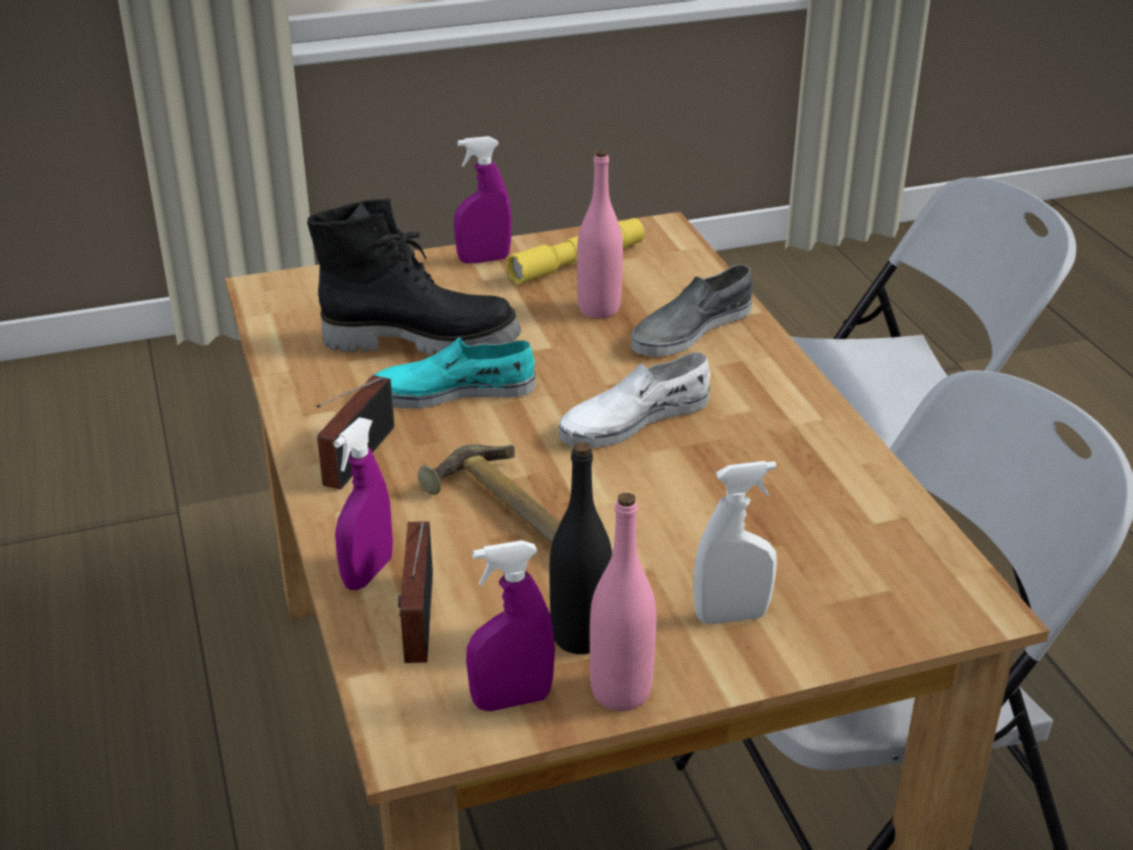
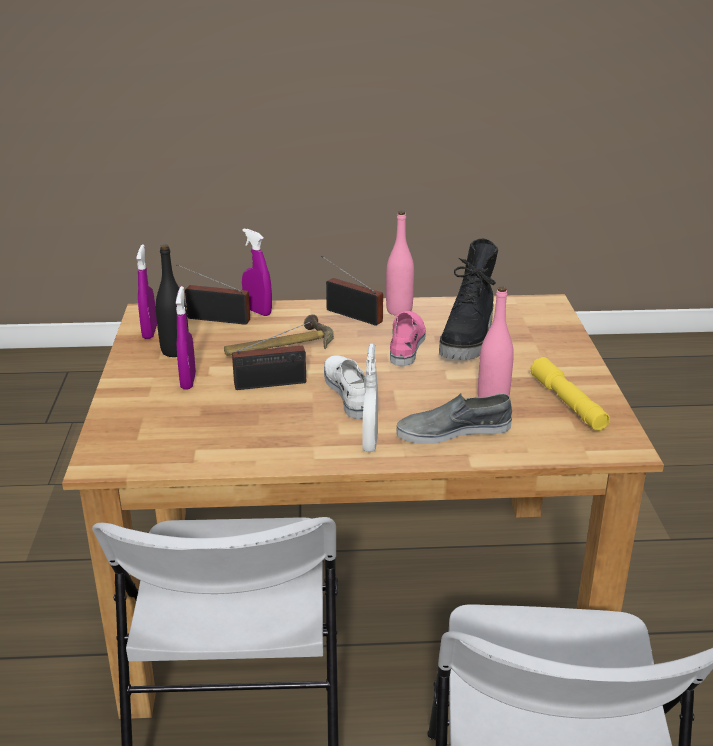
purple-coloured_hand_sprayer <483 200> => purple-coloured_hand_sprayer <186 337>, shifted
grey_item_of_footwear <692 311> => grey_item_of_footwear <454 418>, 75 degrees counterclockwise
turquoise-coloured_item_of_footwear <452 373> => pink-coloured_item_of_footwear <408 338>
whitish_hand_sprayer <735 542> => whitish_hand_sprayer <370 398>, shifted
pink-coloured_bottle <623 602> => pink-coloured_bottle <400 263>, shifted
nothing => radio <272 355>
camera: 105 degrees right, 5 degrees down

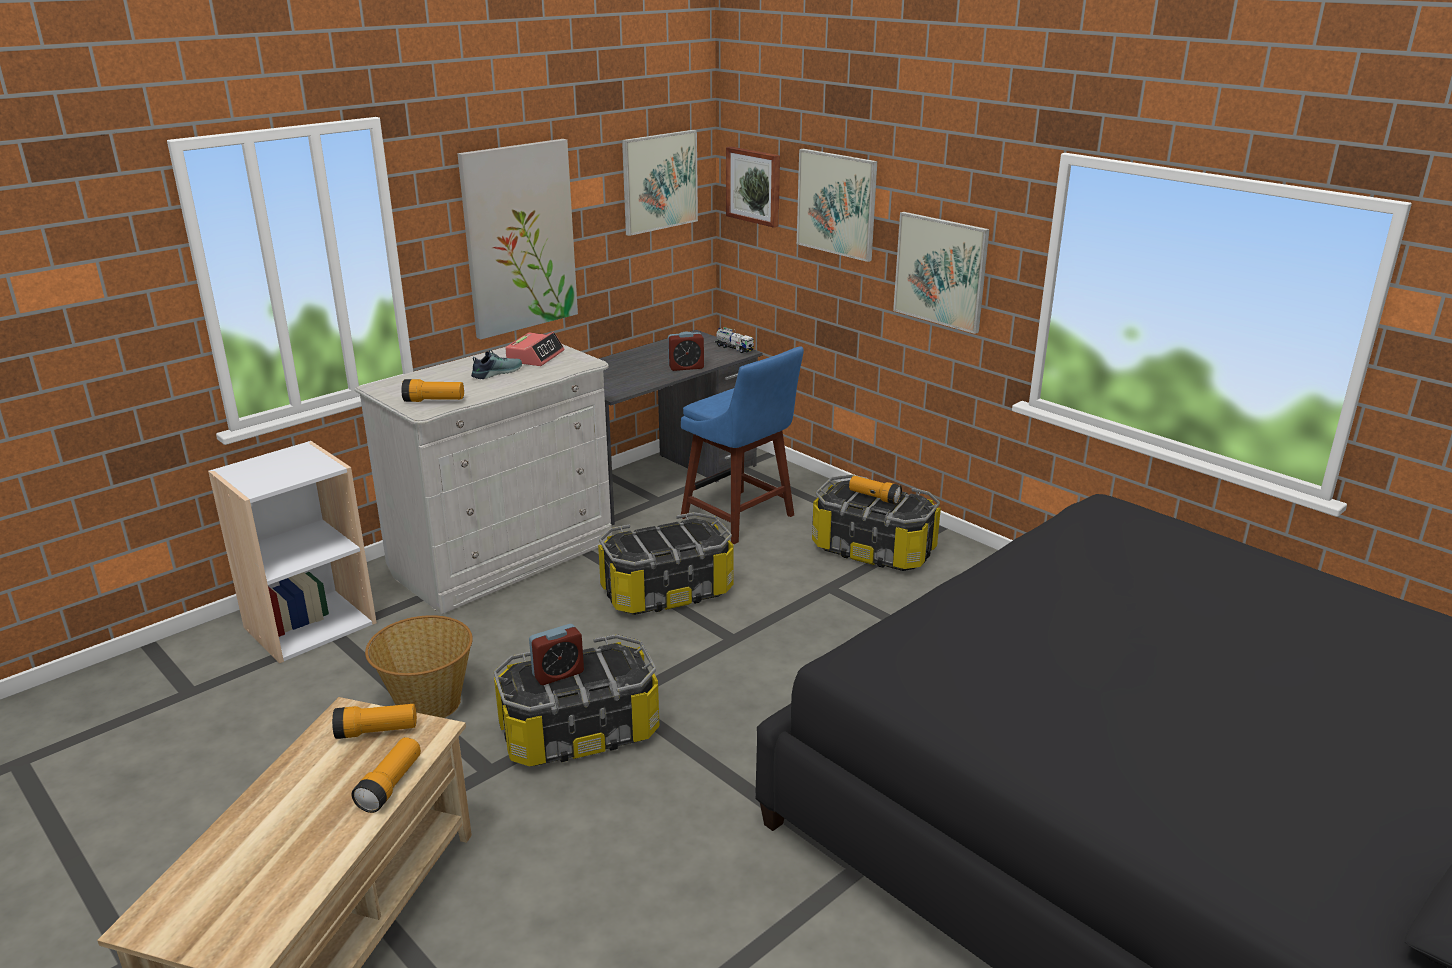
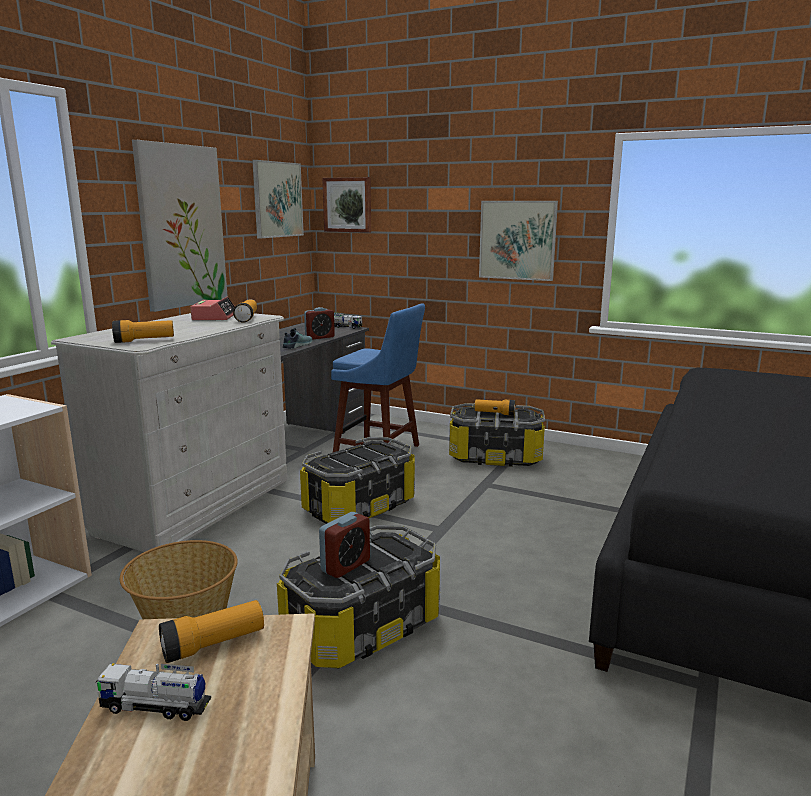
picture <837 205> => nothing
item_of_footwear <496 364> => item_of_footwear <298 338>, shifted
hand_torch <386 775> => hand_torch <245 311>, shifted
nothing => toy_truck <153 692>
camera: 20 degrees left, 10 degrees down

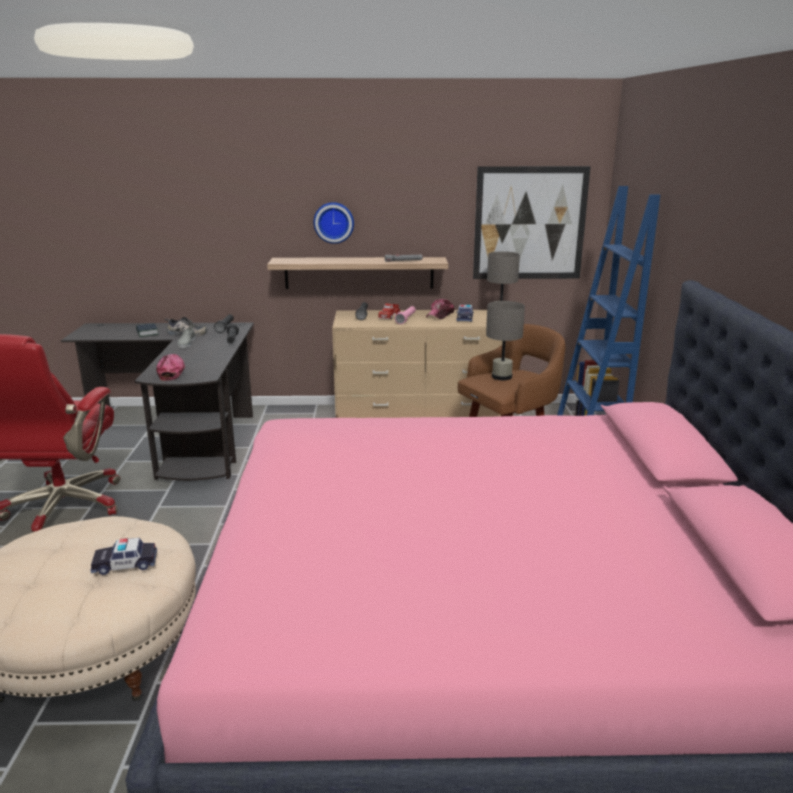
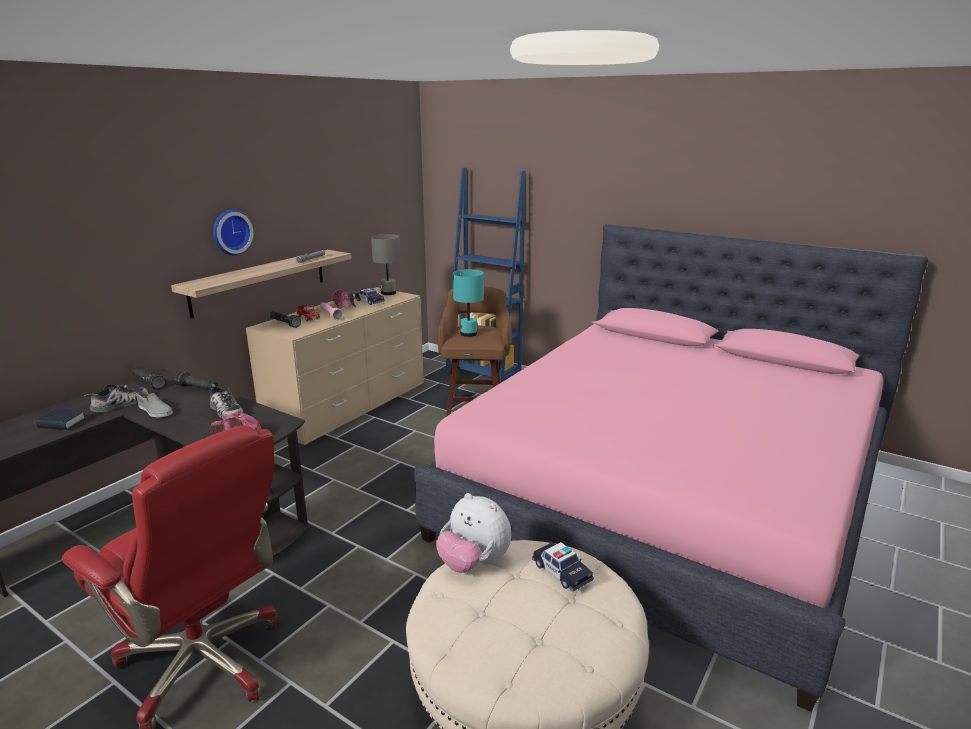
picture <532 222> => nothing
grey_tabletop_lamp <505 340> => turquoise-coloured_tabletop_lamp <468 303>
model_car <123 556> => model_car <563 567>, 60 degrees counterclockwise
nothing => item_of_footwear <227 401>
nothing => soft_toy <473 533>
camera: 55 degrees left, 0 degrees up

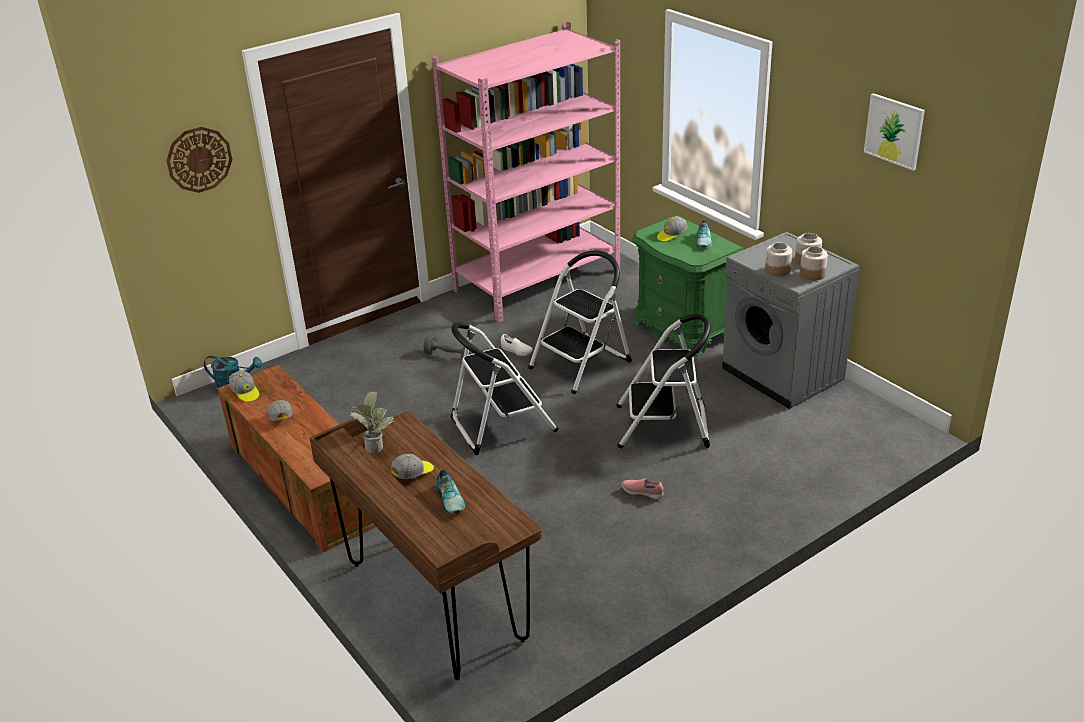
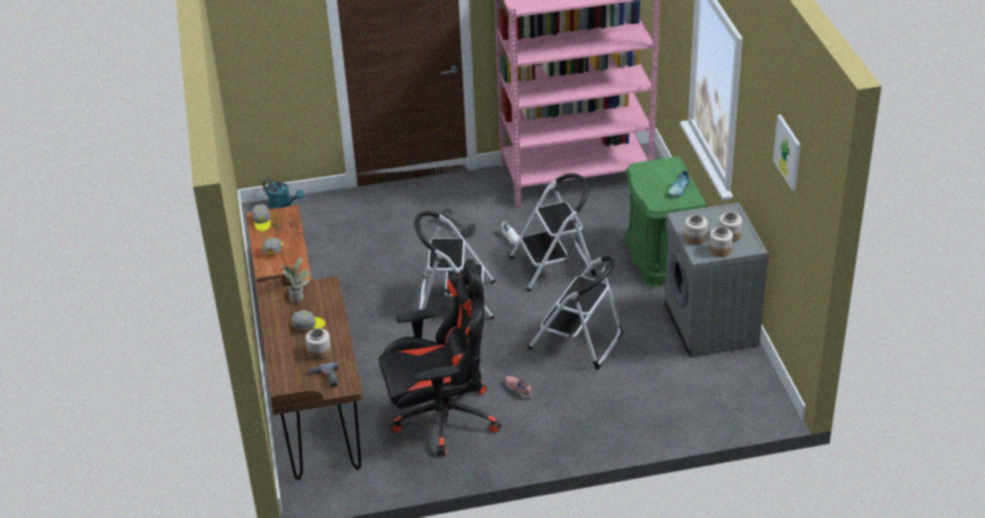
wall_clock <199 160> => nothing
cap <672 229> => nothing
item_of_footwear <450 492> => storage_jar <319 344>
nothing => black_office_chair <440 357>
nothing => drill <324 375>
camera: 25 degrees right, 5 degrees up

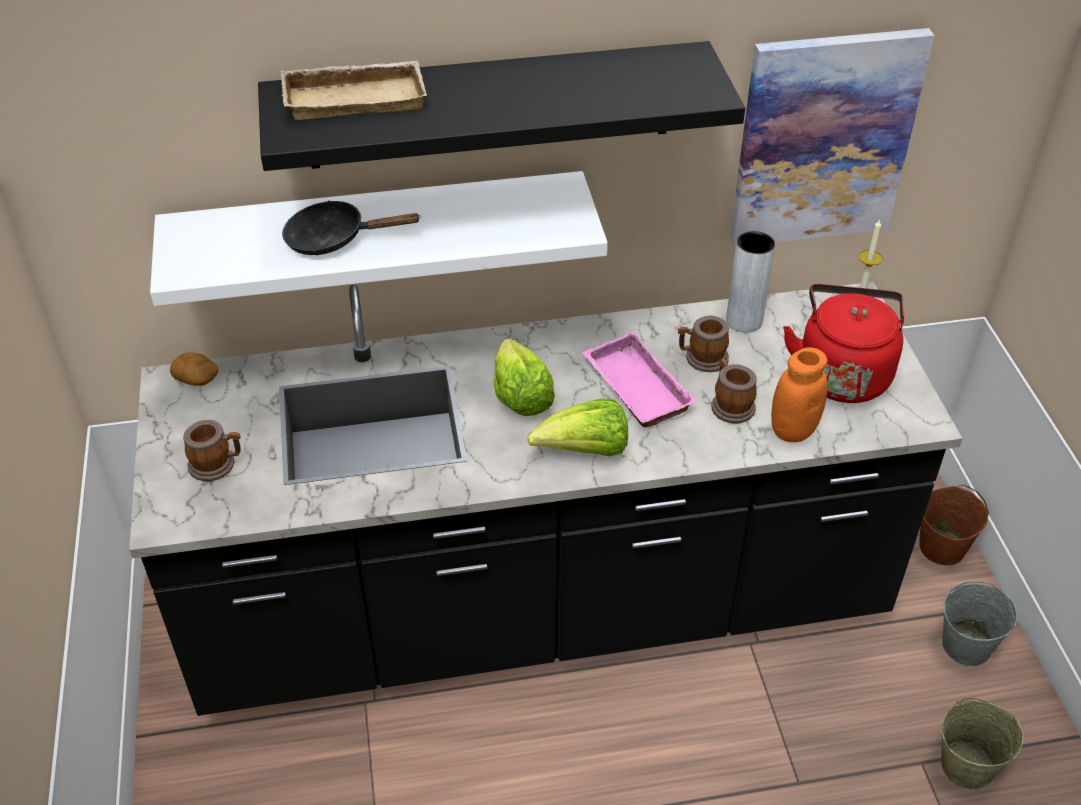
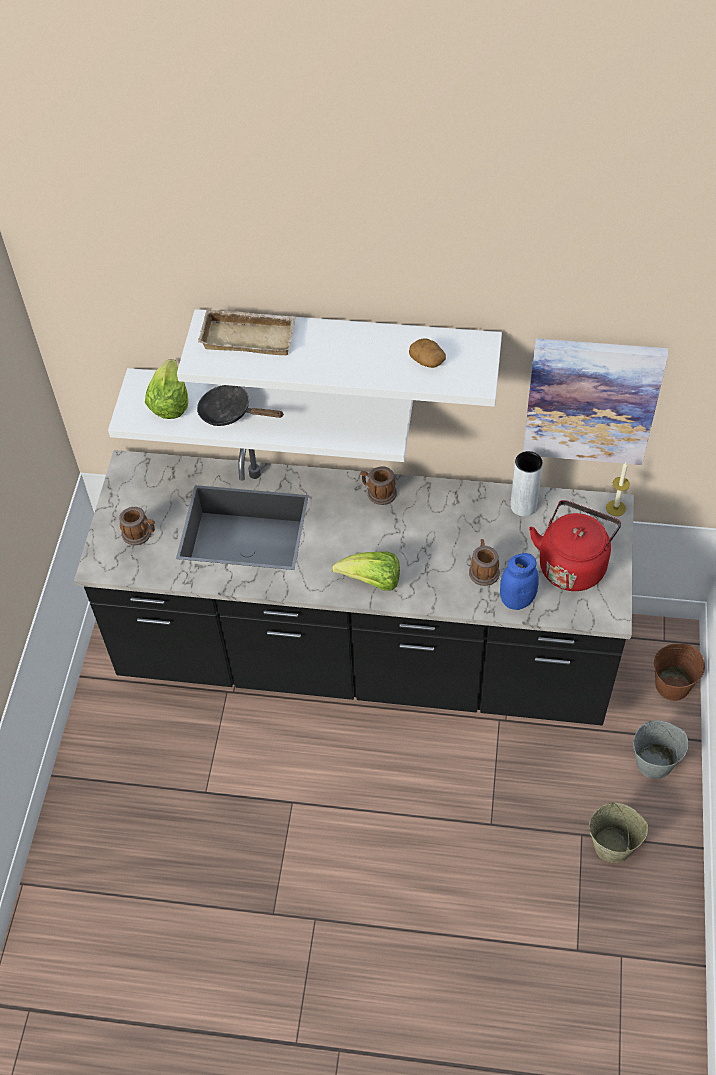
black_bracket_shelf <501 106> => whitish_bracket_shelf <339 358>
coffee_mug <703 344> => coffee_mug <378 485>, shifted
pink-coloured_tray <639 379> => nothing
lettuce_head <524 377> => lettuce_head <166 389>, shifted
orange_storage_jar <799 394> => blue-coloured_storage_jar <519 581>
whole_potato <194 369> => whole_potato <427 353>, shifted
camera: 20 degrees right, 10 degrees up

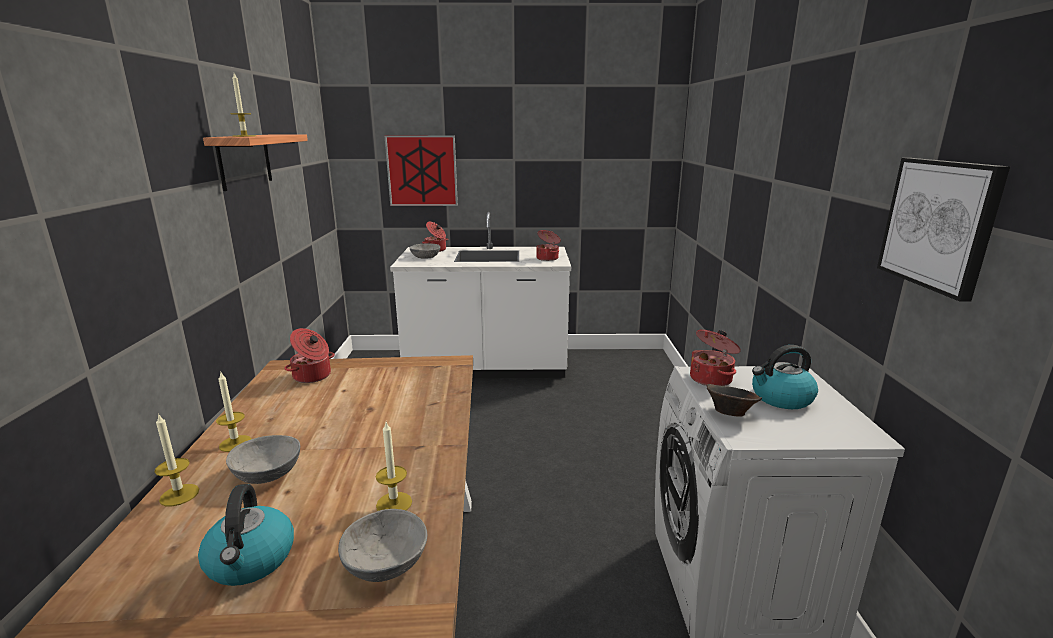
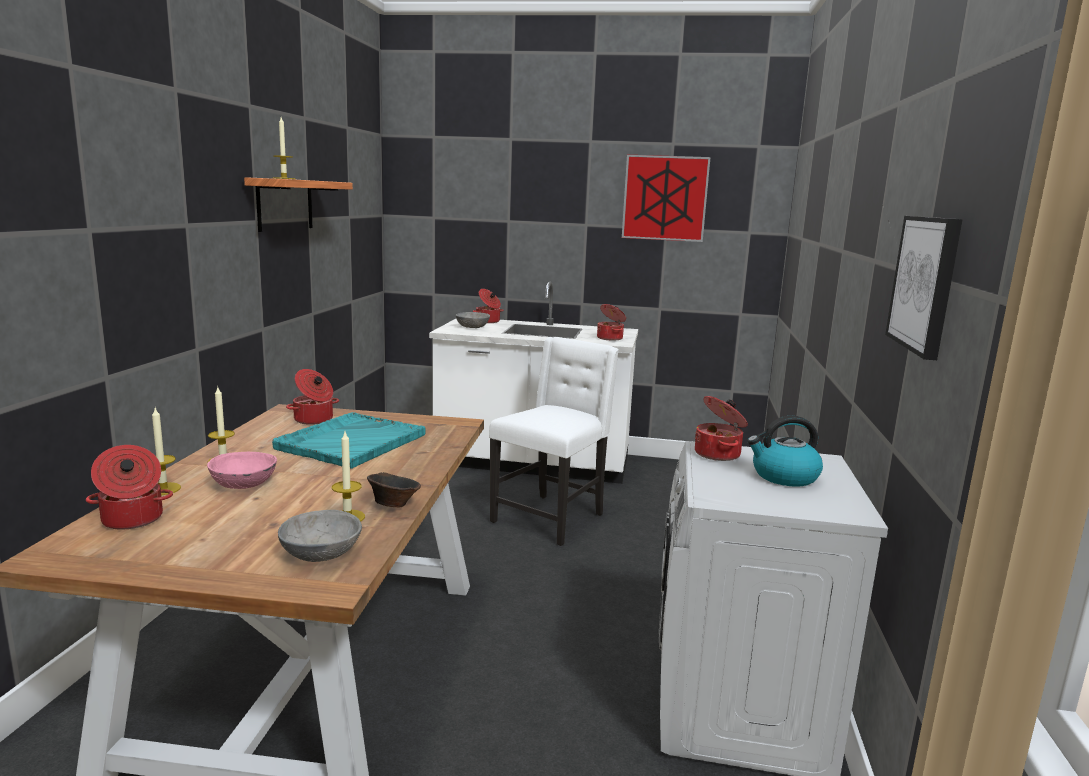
picture <421 170> => picture <666 198>, shifted
brown_deep_dish <734 400> => brown_deep_dish <394 489>, shifted
grey_deep_dish <263 459> => pink-coloured_deep_dish <242 470>
water_kettle <246 535> => nothing
nothing => whitish_plain_chair <554 441>
nothing => turquoise-coloured_tray <349 440>
nothing => saucepot <129 487>
camera: 10 degrees right, 5 degrees down

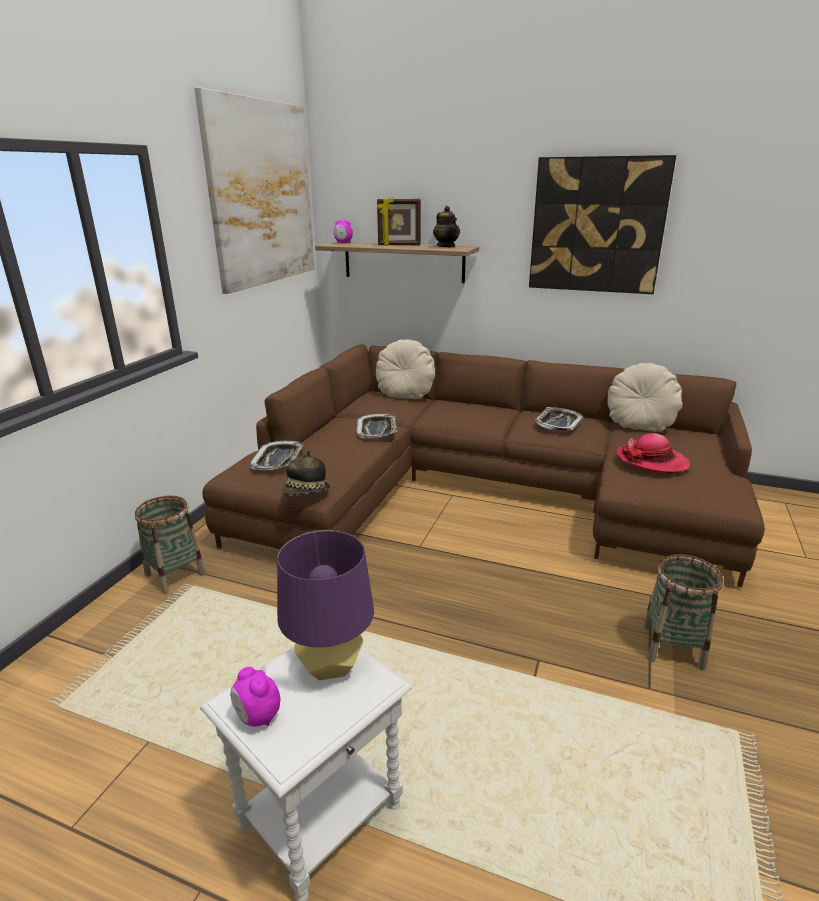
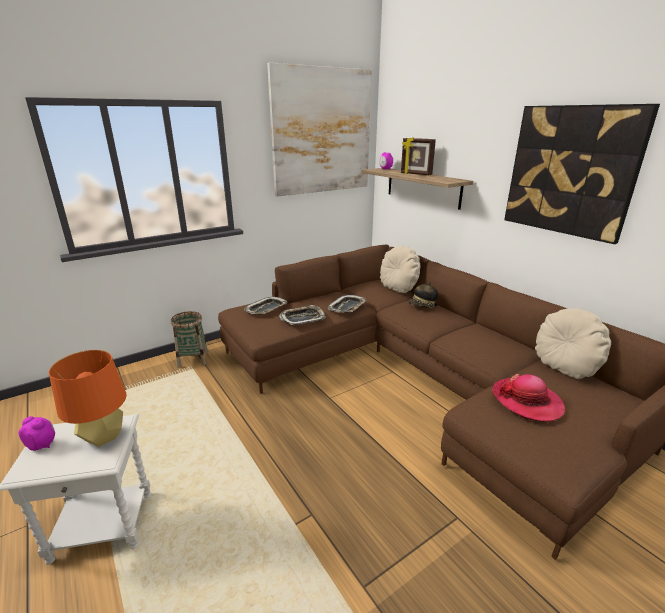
tea_pot <446 226> => nothing
tray <559 418> => tray <302 315>, shifted
hat <305 473> => hat <423 295>, shifted
purple-coloured_tabletop_lamp <325 605> => orange_tabletop_lamp <88 398>
household_basket <683 612> => nothing
alarm_clock <255 697> => alarm_clock <36 433>, 120 degrees clockwise
camera: 35 degrees right, 0 degrees up

